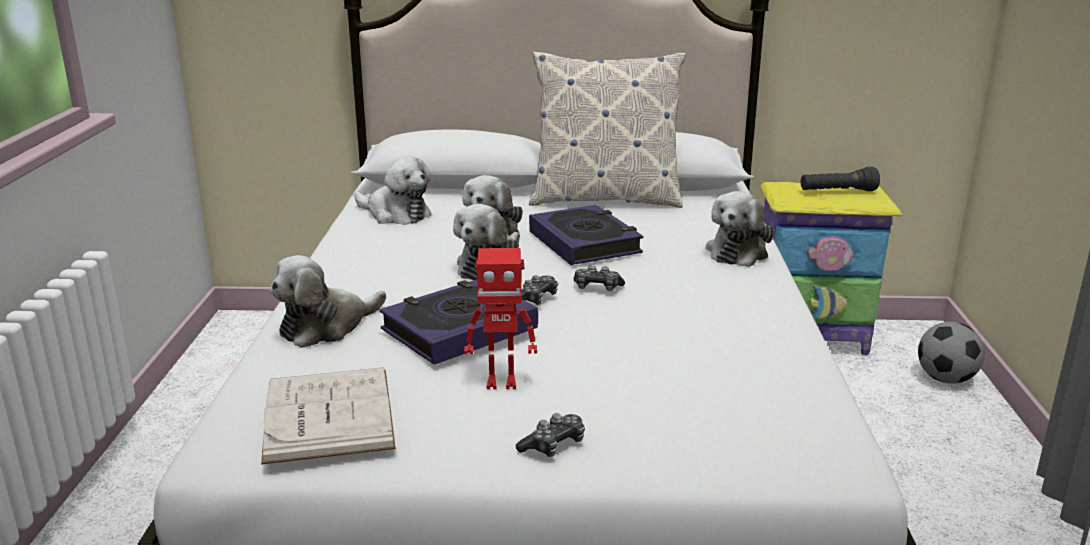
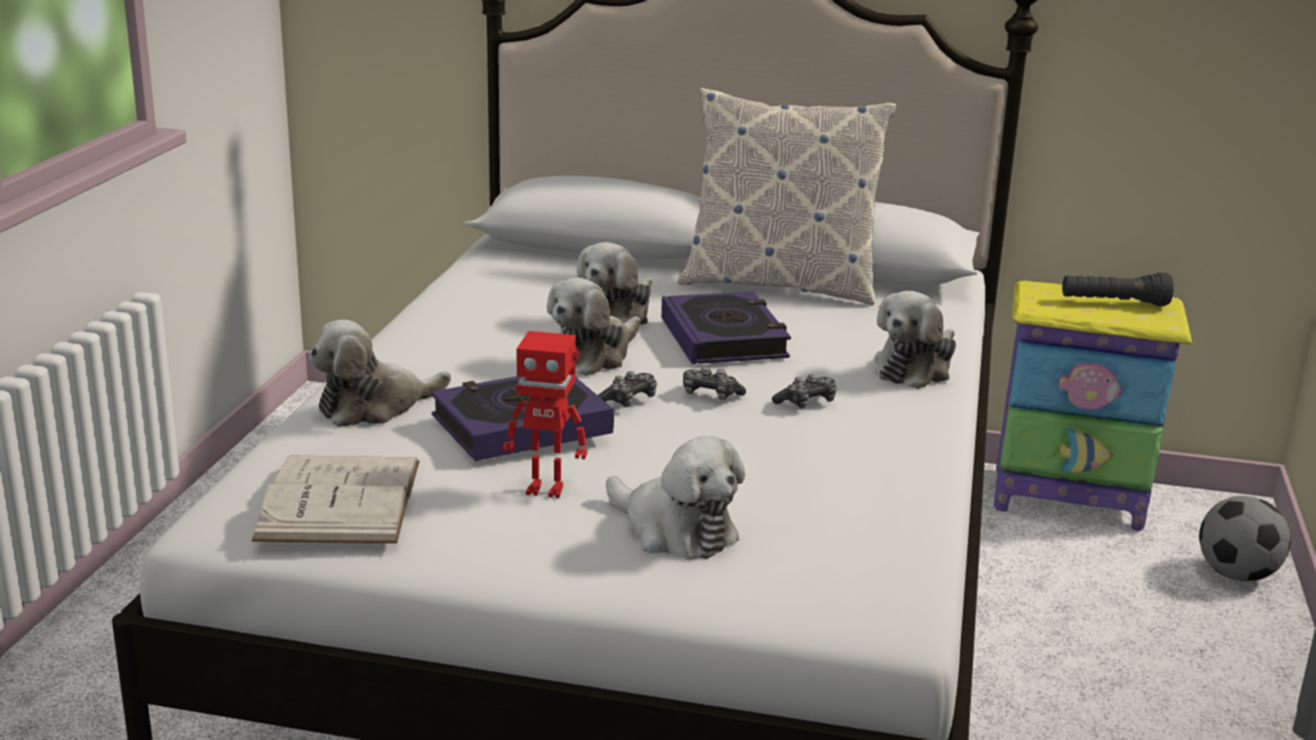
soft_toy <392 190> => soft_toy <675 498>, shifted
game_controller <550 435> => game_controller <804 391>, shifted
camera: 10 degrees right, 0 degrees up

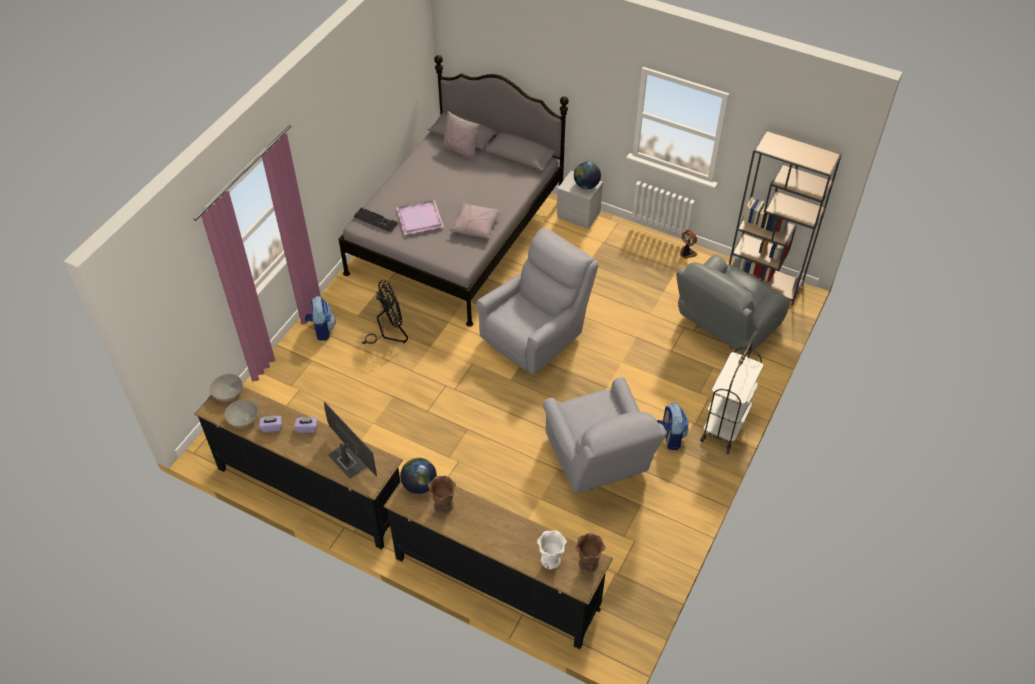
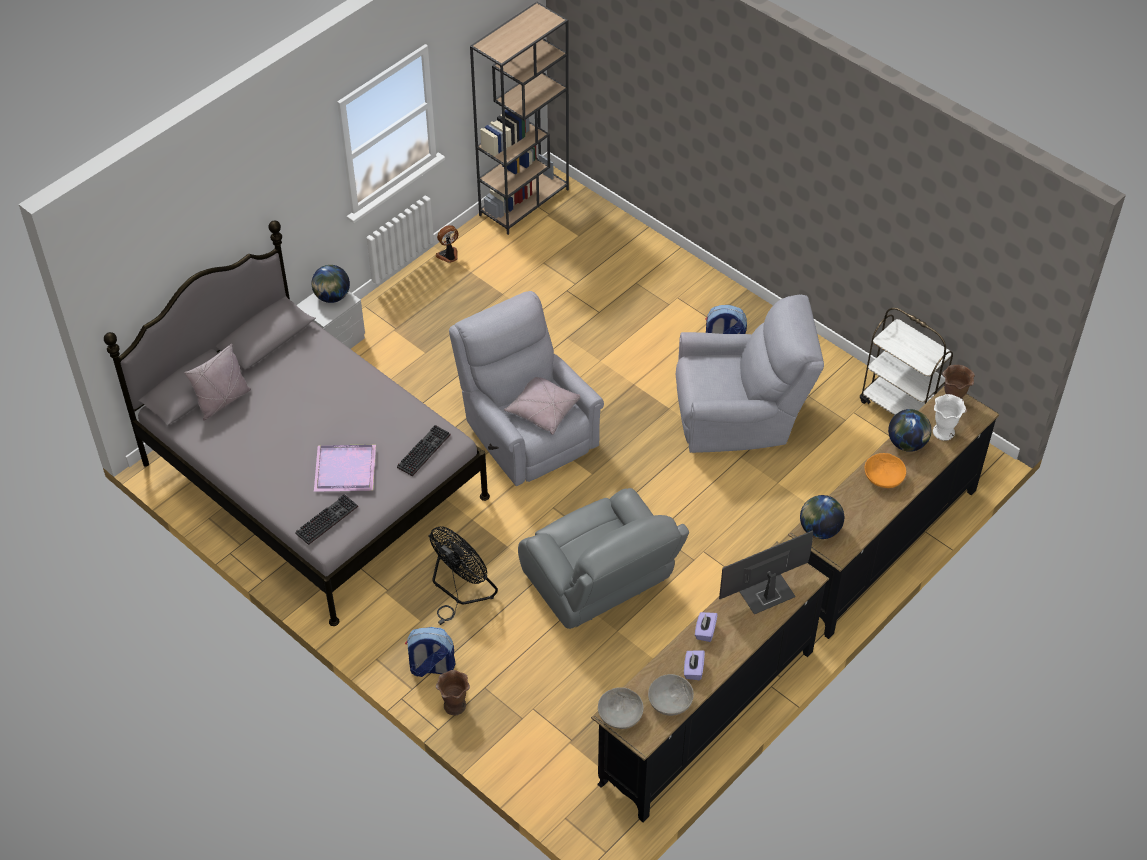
purple-coloured_pillow <475 220> => purple-coloured_pillow <542 406>, shifted
grey_armchair <733 305> => grey_armchair <603 558>, shifted
black_fan <385 312> => black_fan <463 575>, 45 degrees clockwise
whitish_trolley <732 398> => whitish_trolley <906 361>, shifted
brown_vase <442 495> => brown_vase <453 692>, shifted
nothing => desk_globe <909 430>
nothing => keyboard <424 450>
nothing => orange_deep_dish <885 470>
camera: 75 degrees left, 0 degrees up

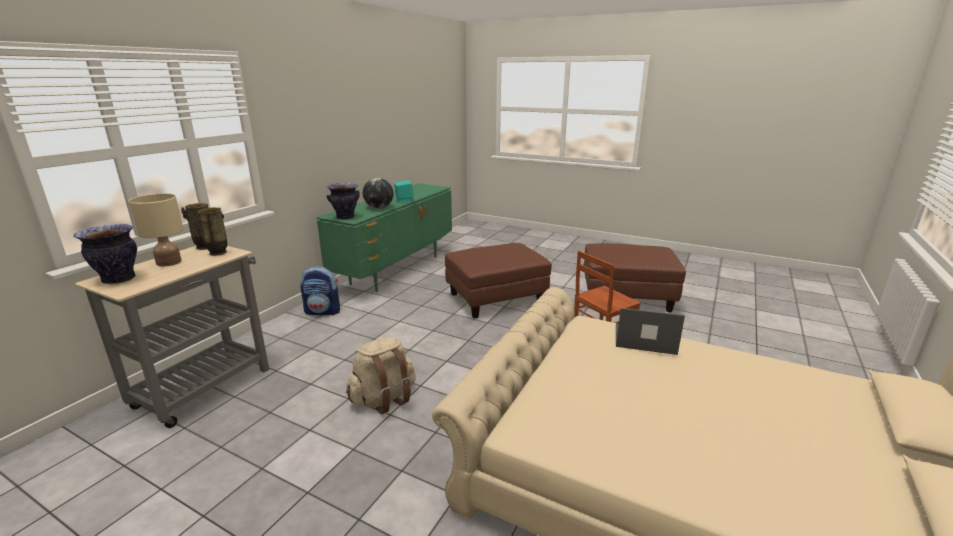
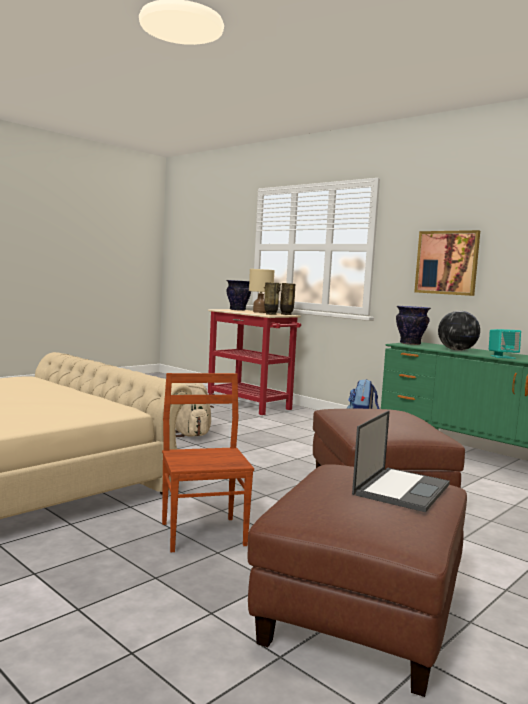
grey_trolley <172 337> => reddish_trolley <254 362>
notebook_computer <650 331> => notebook_computer <401 461>, shifted
nothing => picture <447 263>
camera: 105 degrees right, 15 degrees down

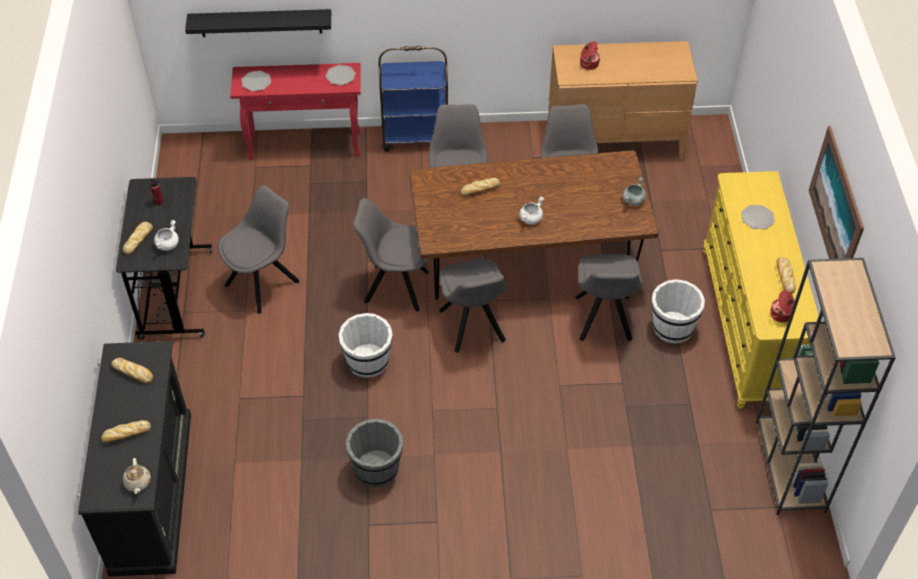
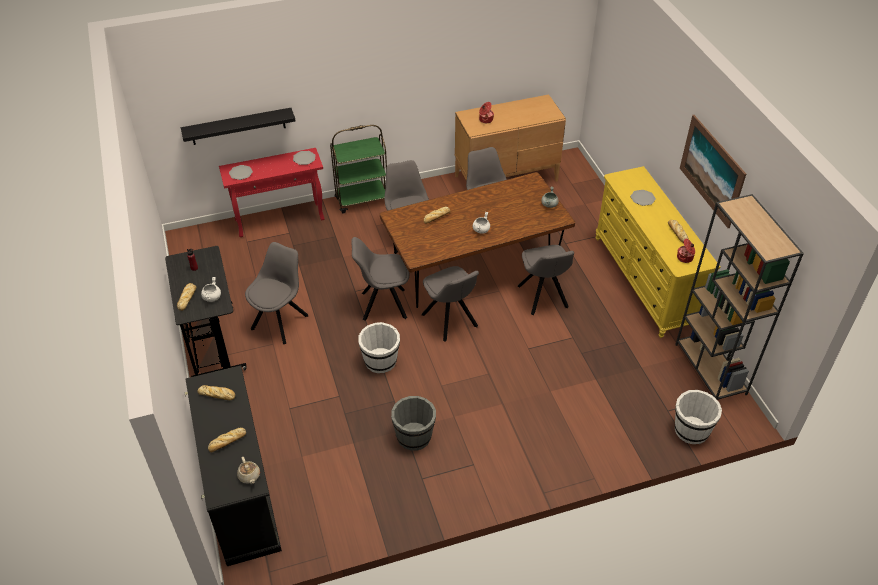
blue-coloured_trolley <413 99> => greenish_trolley <358 169>
whitish_water_bucket <678 311> => whitish_water_bucket <698 417>, shifted
camera: 15 degrees left, 5 degrees down

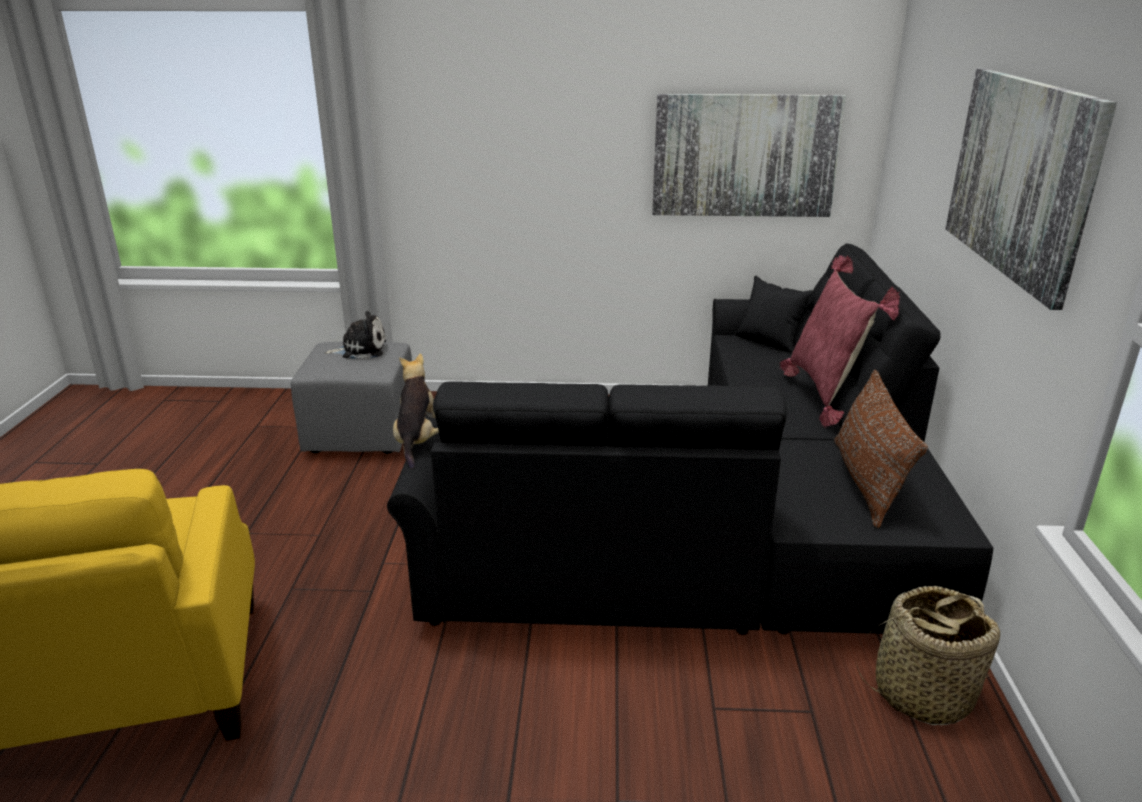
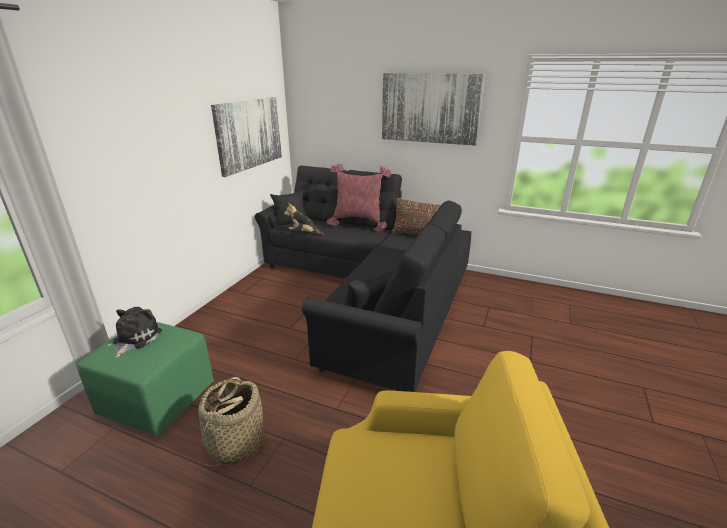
grey_pouffe <351 398> => greenish_pouffe <145 379>
soft_toy <416 411> => soft_toy <304 219>, shifted
household_basket <928 656> => household_basket <231 421>, shifted
camera: 70 degrees left, 0 degrees up

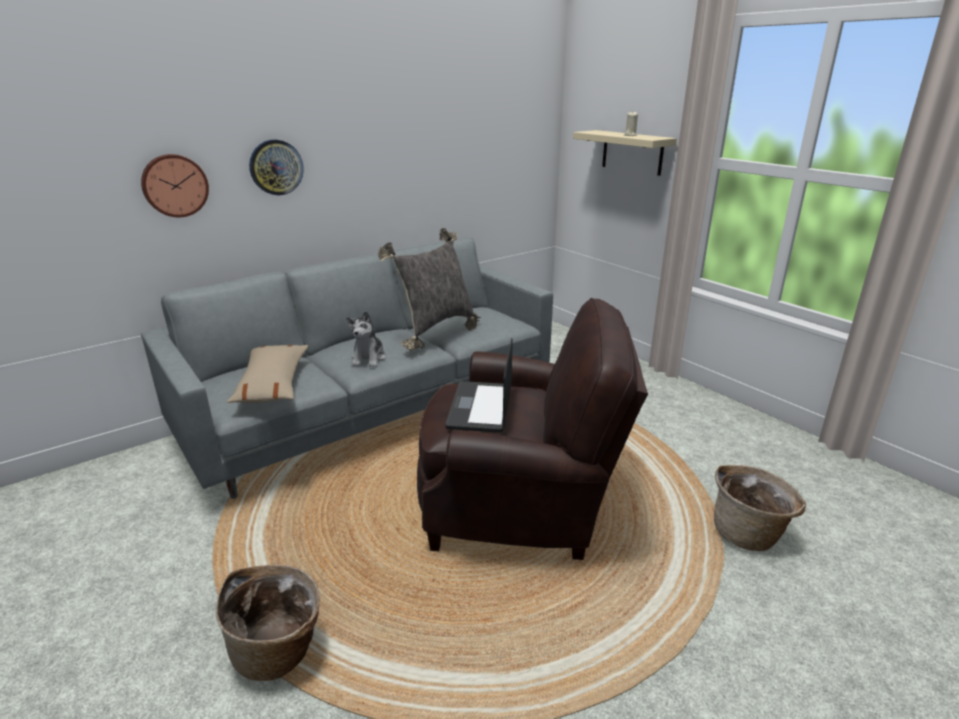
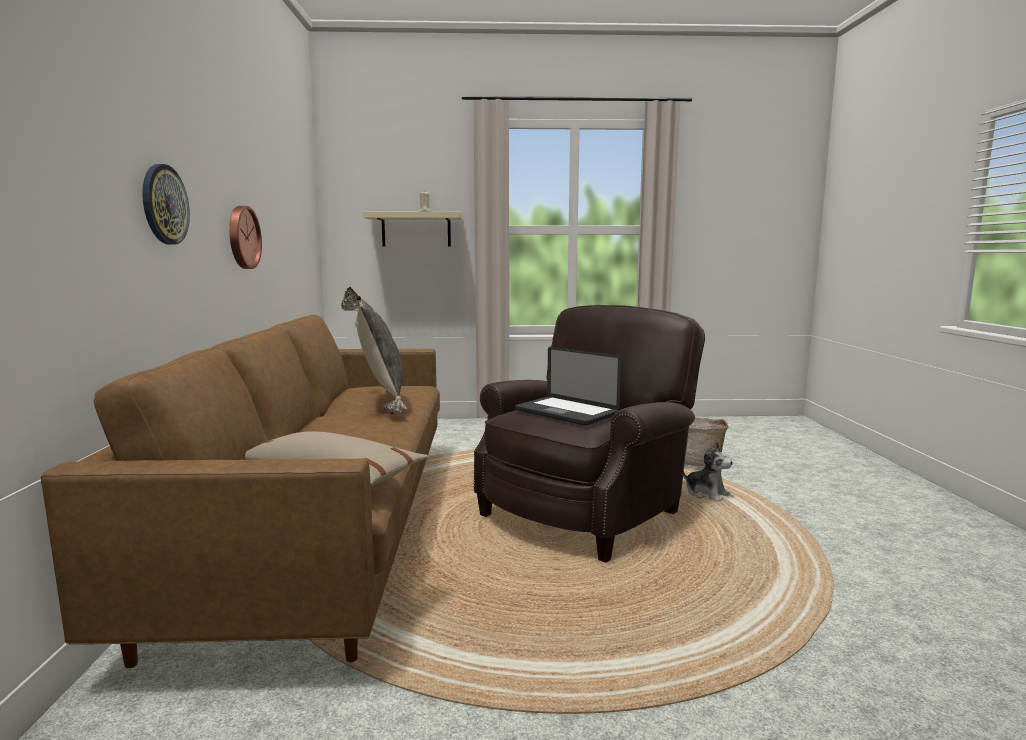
wall_clock <175 185> => wall_clock <245 237>, shifted
grey_settee <347 368> => brown_settee <240 491>
soft_toy <366 339> => soft_toy <708 471>, shifted
household_basket <268 622> => nothing
camera: 55 degrees left, 15 degrees down

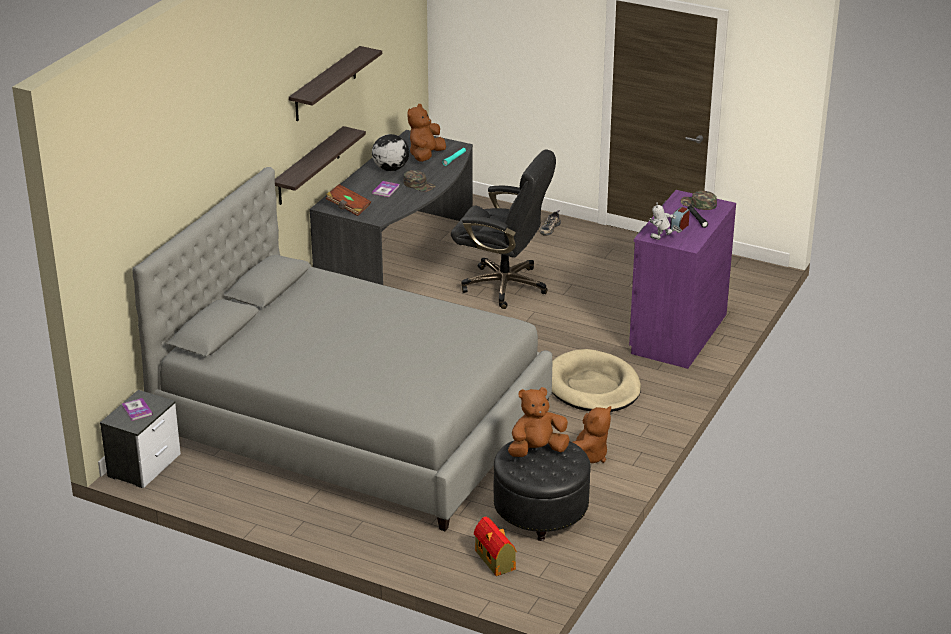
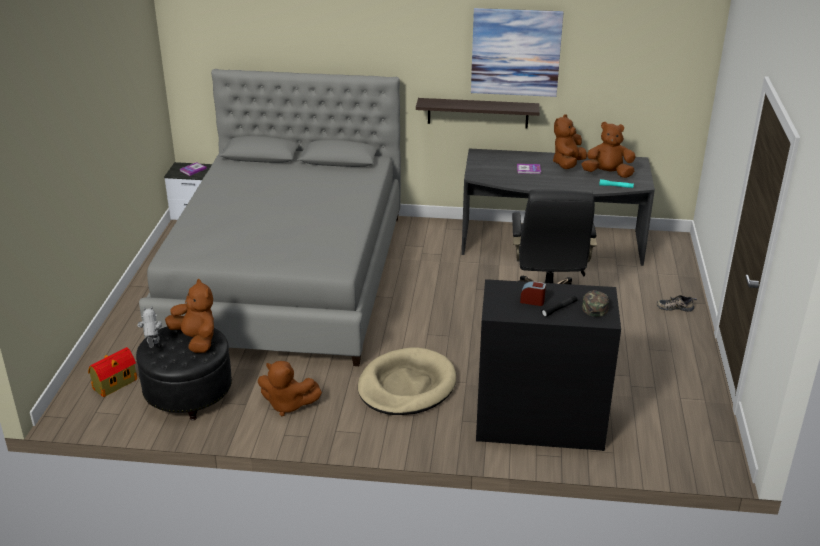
bracket_shelf <335 83> => picture <517 52>
desk_globe <390 152> => brown_soft_toy <570 141>
greenish_cap <419 181> => nothing
brown_bound_book <348 200> => nothing
purple-coloured_chest_of_drawers <682 279> => black_chest_of_drawers <548 365>
toy_robot <665 221> => toy_robot <149 327>, shifted
camera: 70 degrees right, 0 degrees up

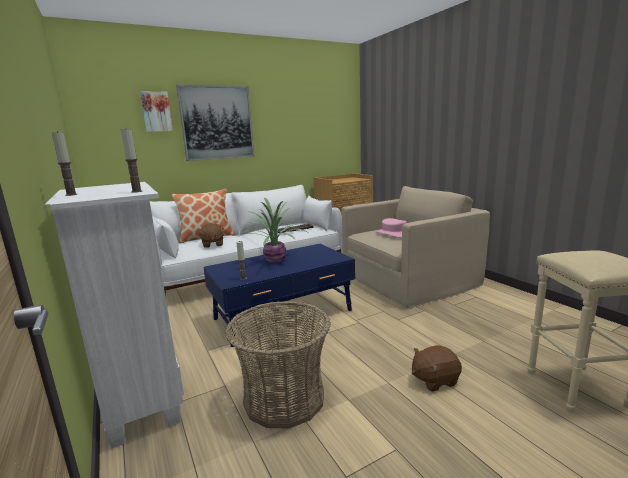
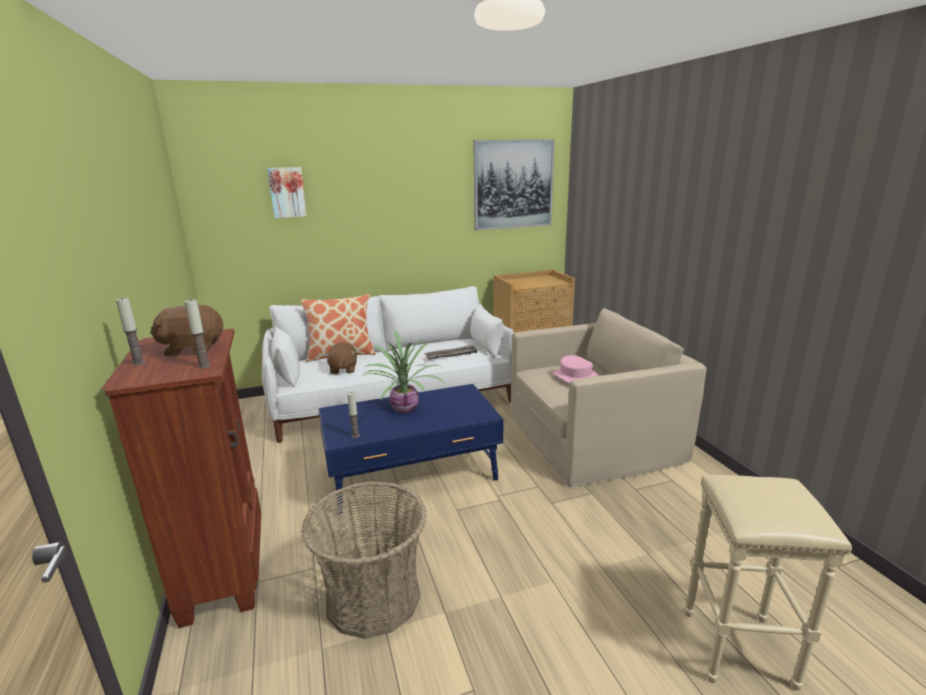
picture <215 123> => picture <514 184>, shifted
whitish_cupboard <114 315> => brown_cupboard <181 478>
brown_soft_toy <437 368> => brown_soft_toy <186 330>, shifted
camera: 10 degrees right, 5 degrees up

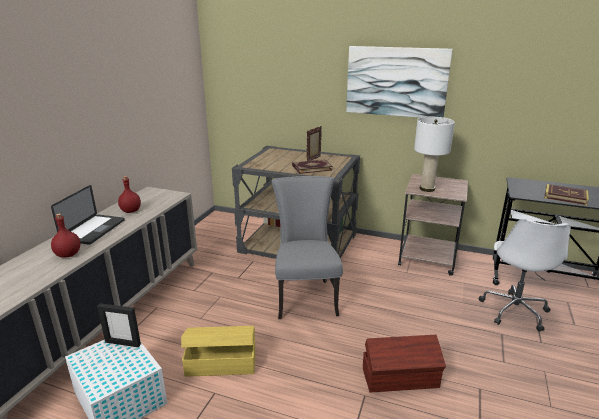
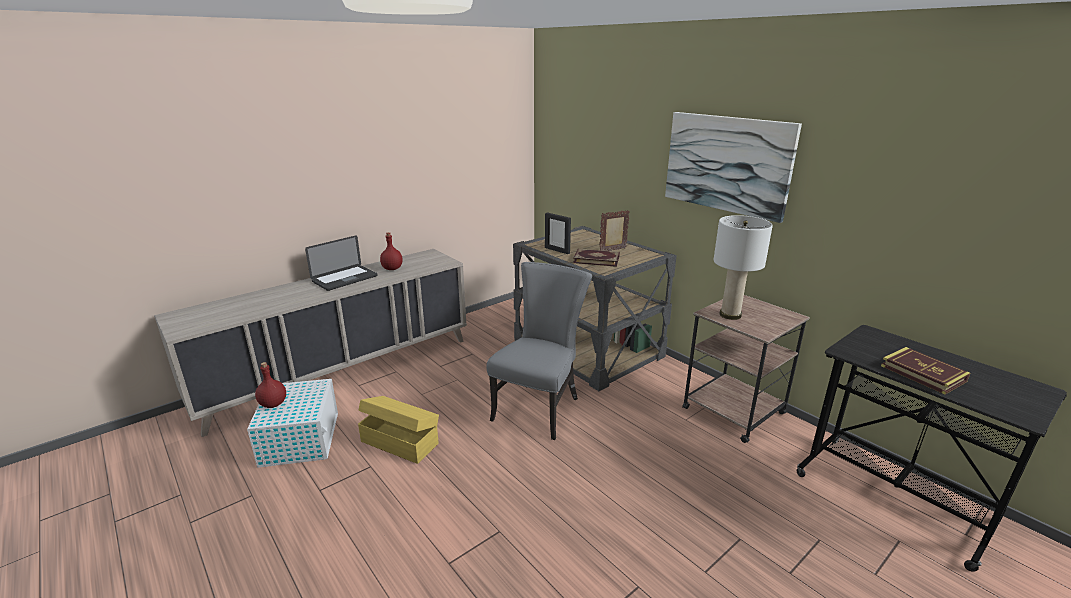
reddish_bottle <65 235> => reddish_bottle <270 385>, shifted
whitish_office_chair <525 275> => nothing
picture_frame <119 325> => picture_frame <558 233>, shifted
brown_storage_box <404 363> => nothing
camera: 30 degrees right, 0 degrees up

